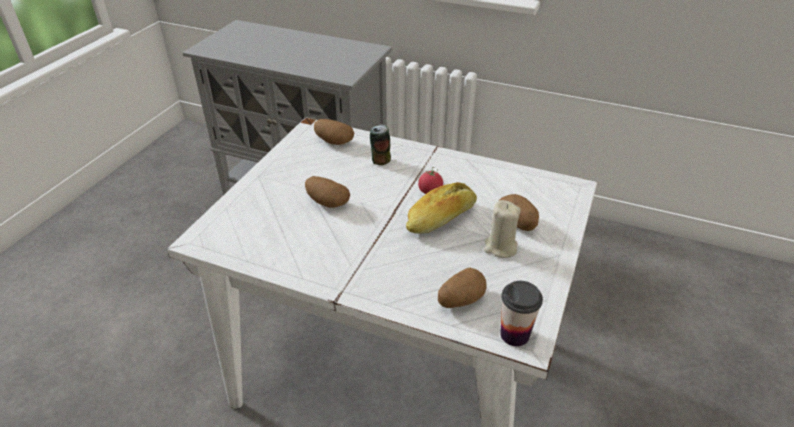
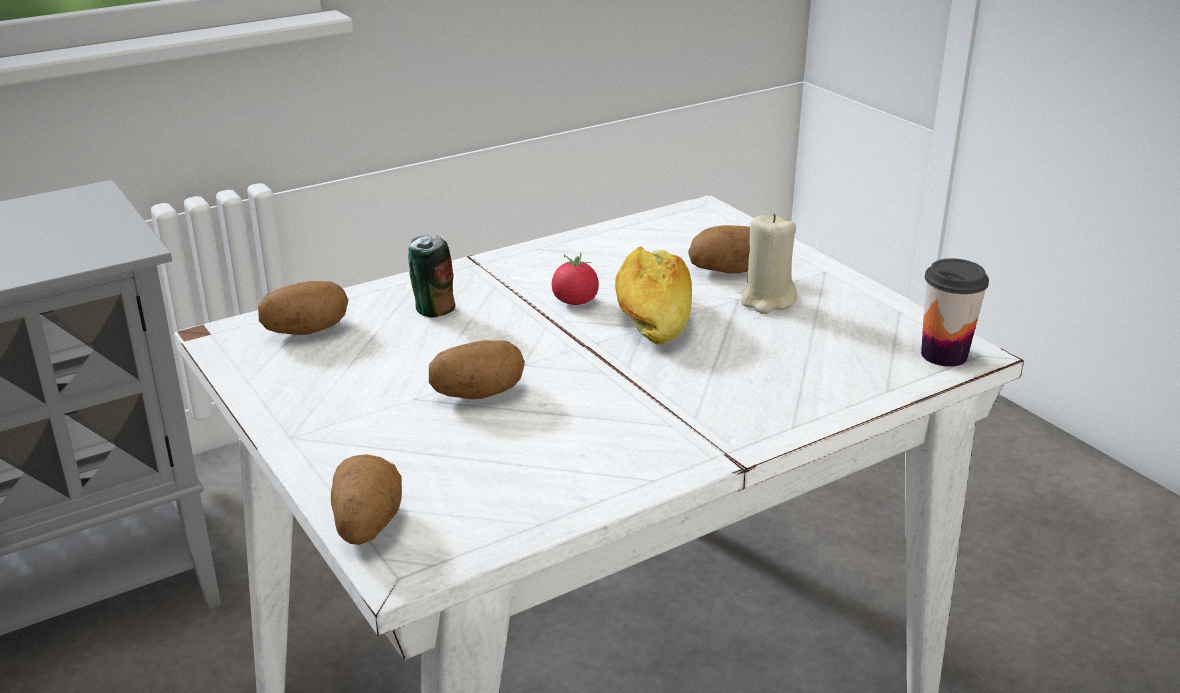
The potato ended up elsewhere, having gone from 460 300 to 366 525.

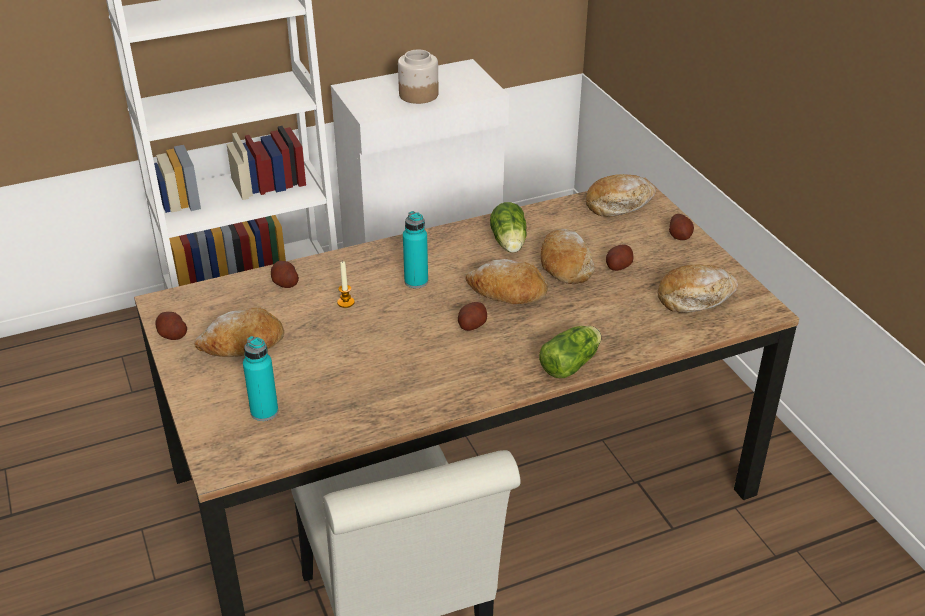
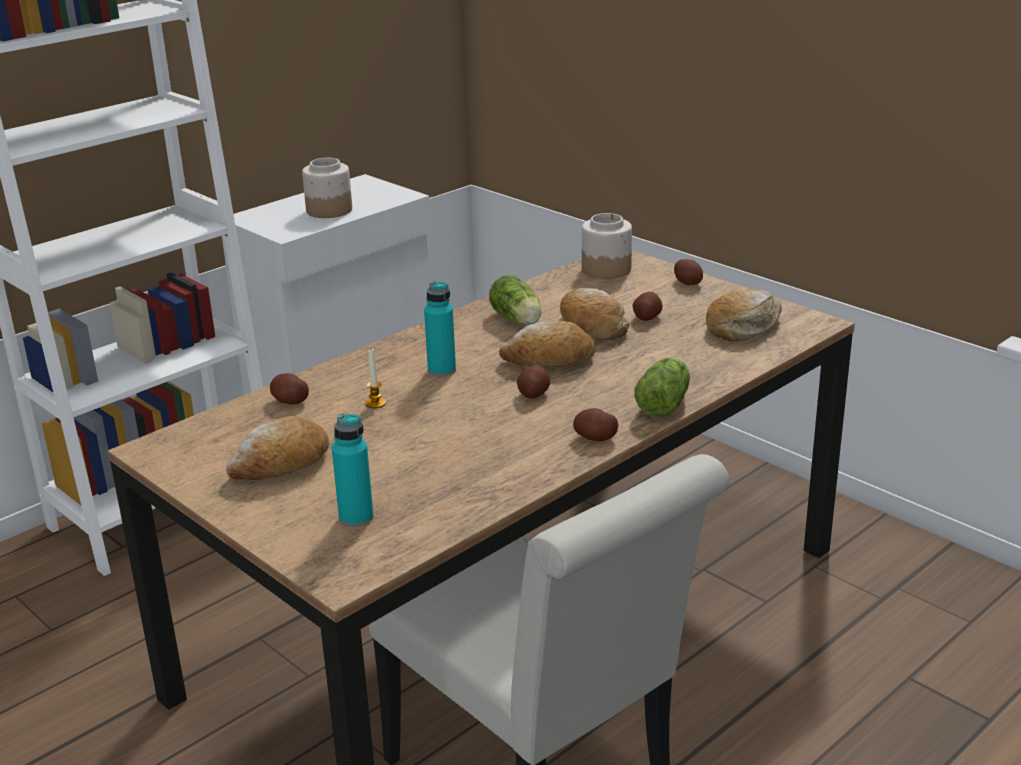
Where the bread stood at 619 204, the jar came to stand at 606 269. The potato ended up elsewhere, having gone from 172 335 to 595 438.

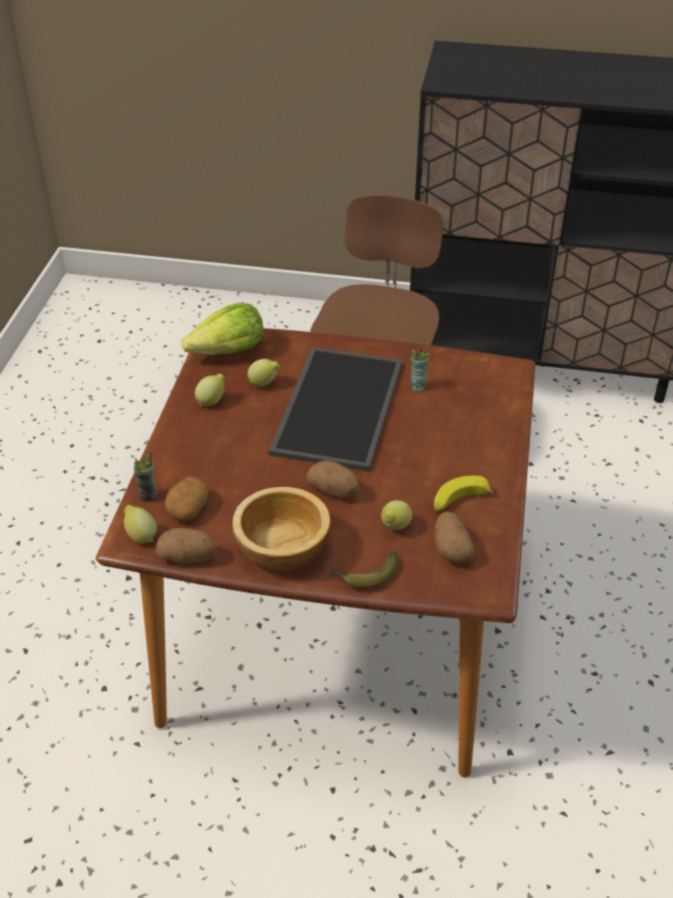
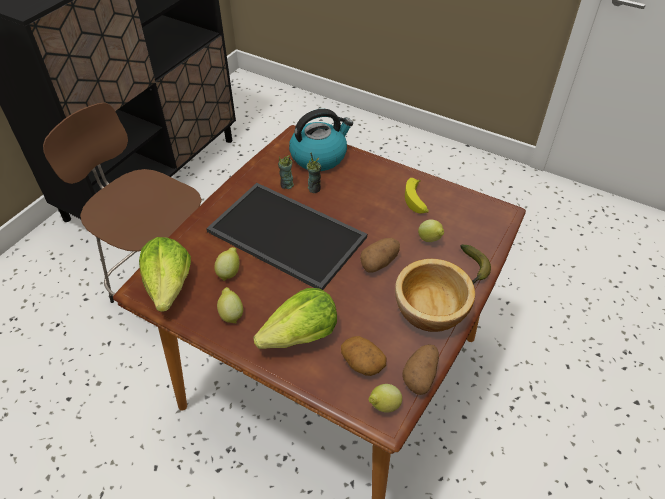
The cup ended up elsewhere, having gone from 148 496 to 314 188. The second view lost the potato at 451 548. The second view gained the kettle at 319 156. The second view gained the lettuce at 301 336.

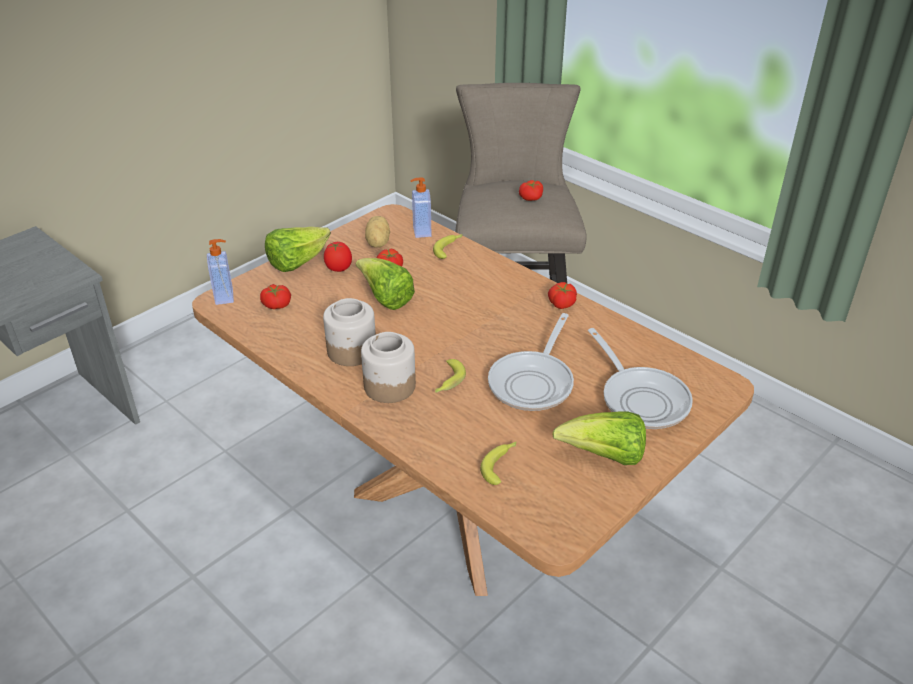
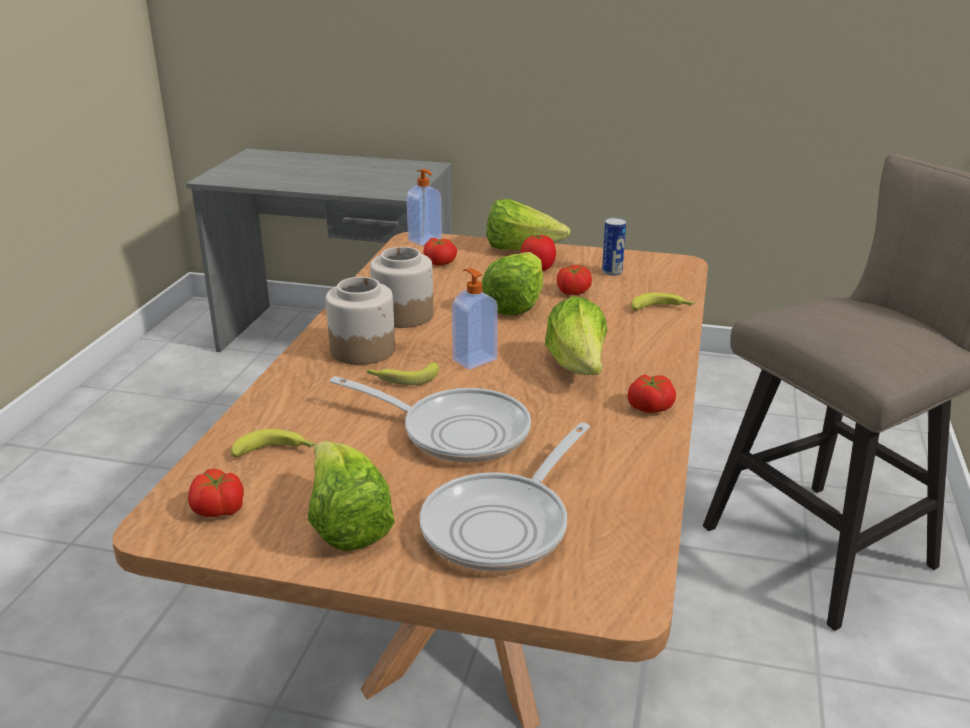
The soap dispenser ended up elsewhere, having gone from 421 231 to 474 359. The tomato ended up elsewhere, having gone from 531 198 to 218 509. Where the potato stood at 377 243, the can came to stand at 612 272. The frying pan at 533 382 ended up facing another way, 150 degrees counterclockwise from before. The second view gained the lettuce at 578 368.

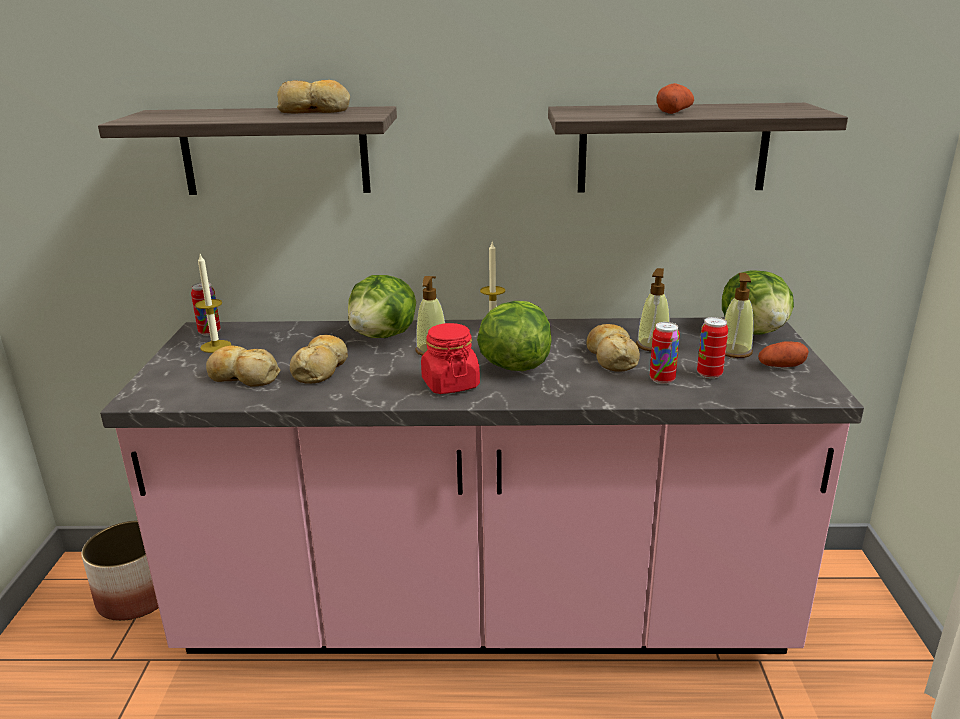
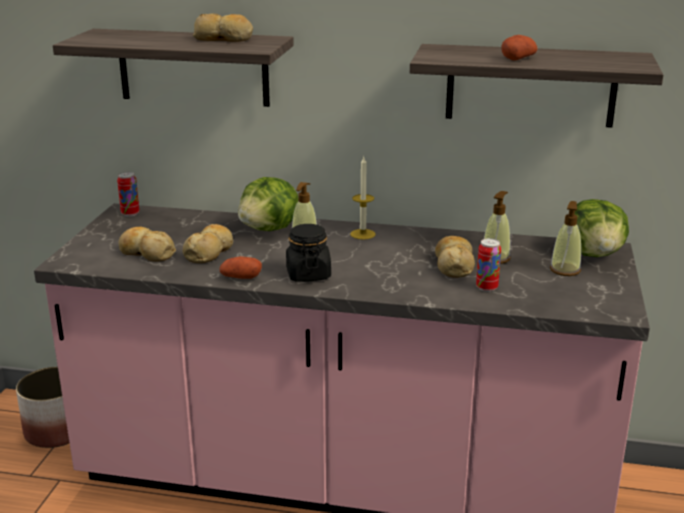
The second view lost the candle at 216 346. The second view lost the lettuce at 513 366. The second view lost the can at 709 374. What was the red jar at 450 384 turned into the black jar at 308 274. The potato ended up elsewhere, having gone from 781 366 to 240 277.

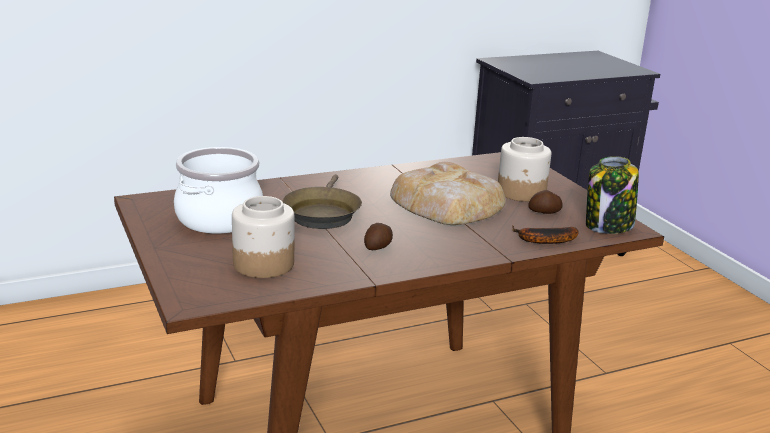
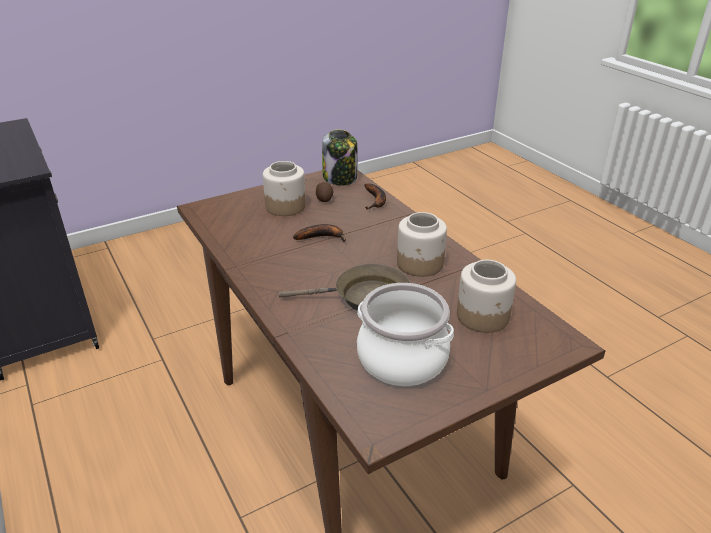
Where the bread stood at 447 205, the banana came to stand at 322 237. Where the potato stood at 379 247, the jar came to stand at 420 264.

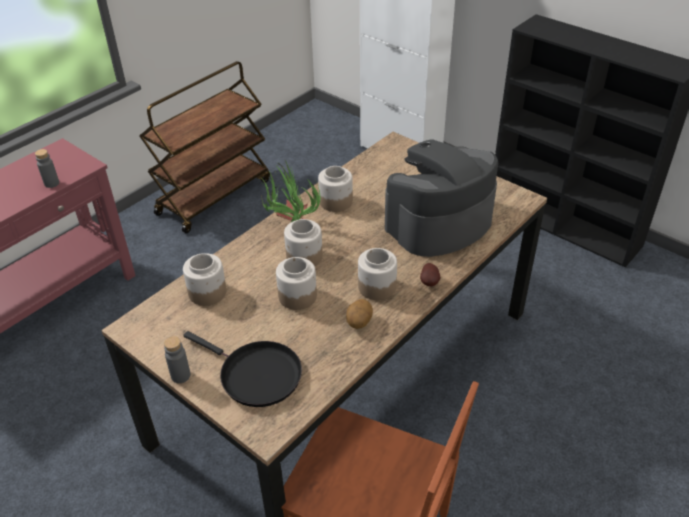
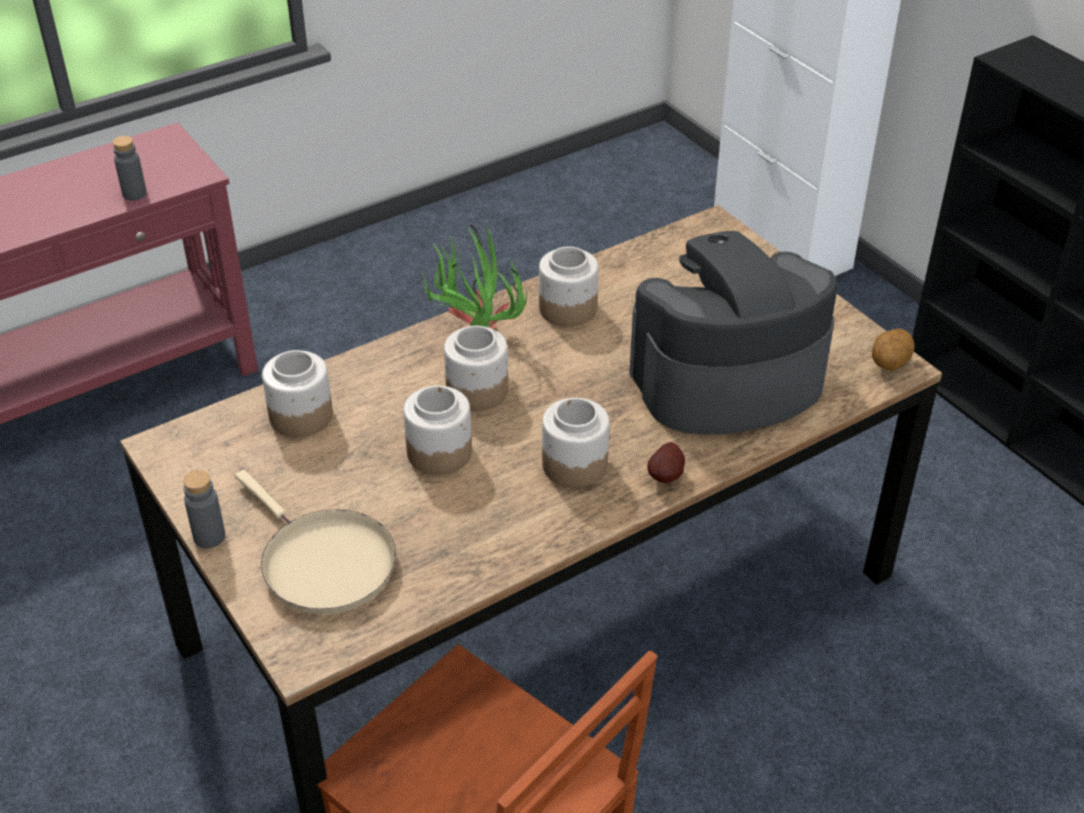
The second view lost the brown cart at 214 196. The potato ended up elsewhere, having gone from 359 322 to 889 364. What was the black frying pan at 256 375 turned into the beige frying pan at 323 563.

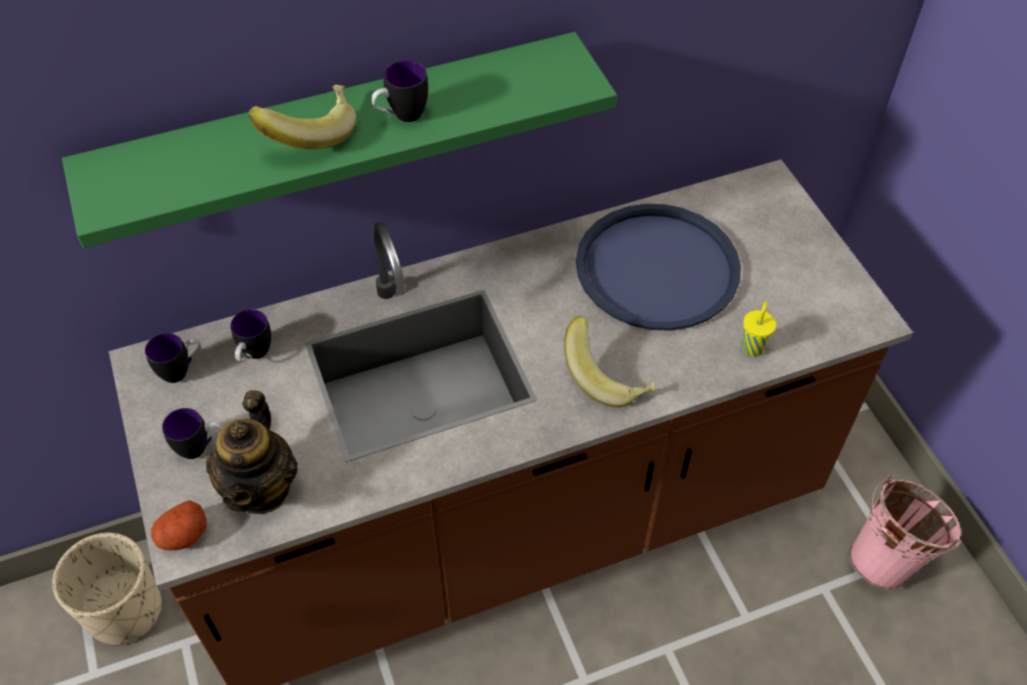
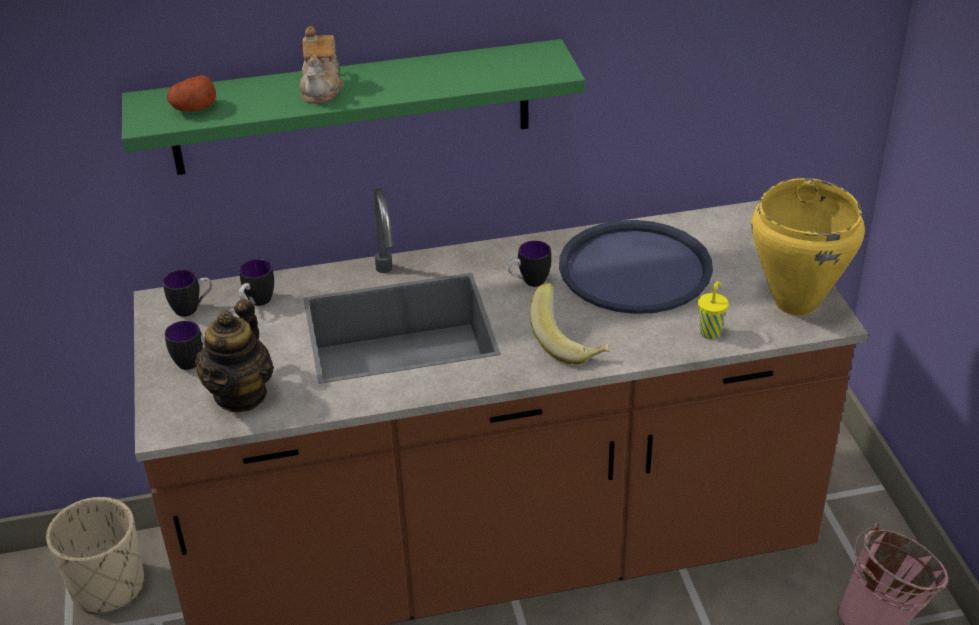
The mug ended up elsewhere, having gone from 401 116 to 529 282. Where the banana stood at 310 133, the teapot came to stand at 322 88. The potato ended up elsewhere, having gone from 183 535 to 194 108. The second view gained the yellow cooking pot at 795 303.

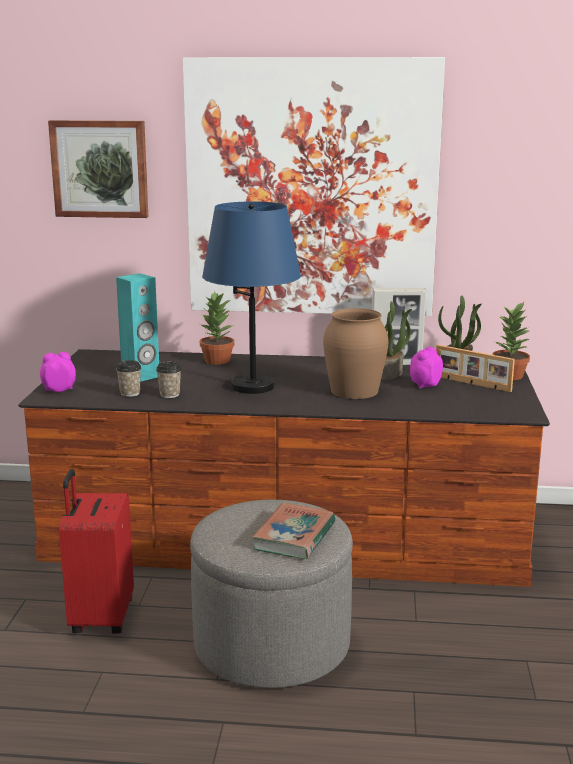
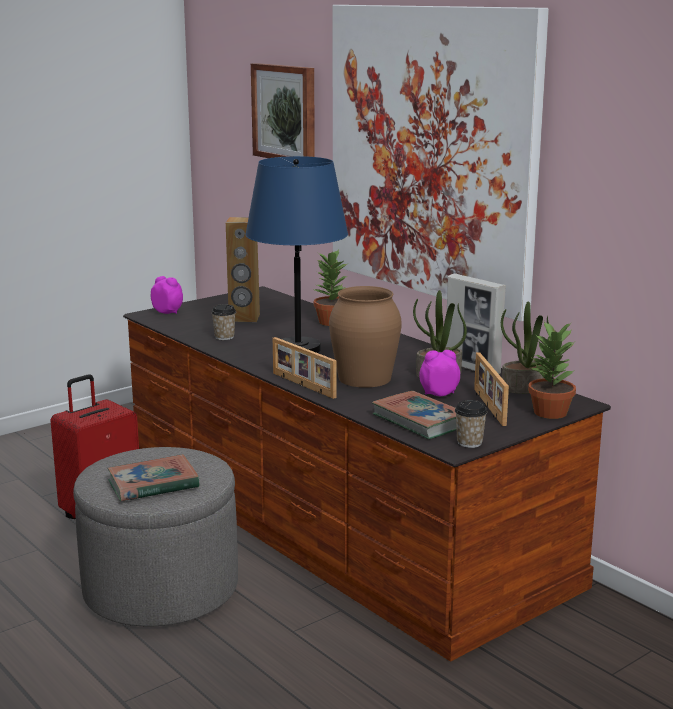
What was the turquoise speaker at 141 376 turned into the brown speaker at 244 318. The cup ended up elsewhere, having gone from 130 393 to 469 443. The second view gained the picture frame at 302 385. The second view gained the book at 420 420.

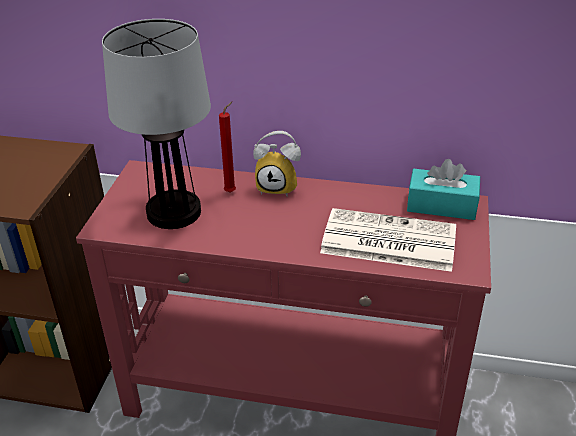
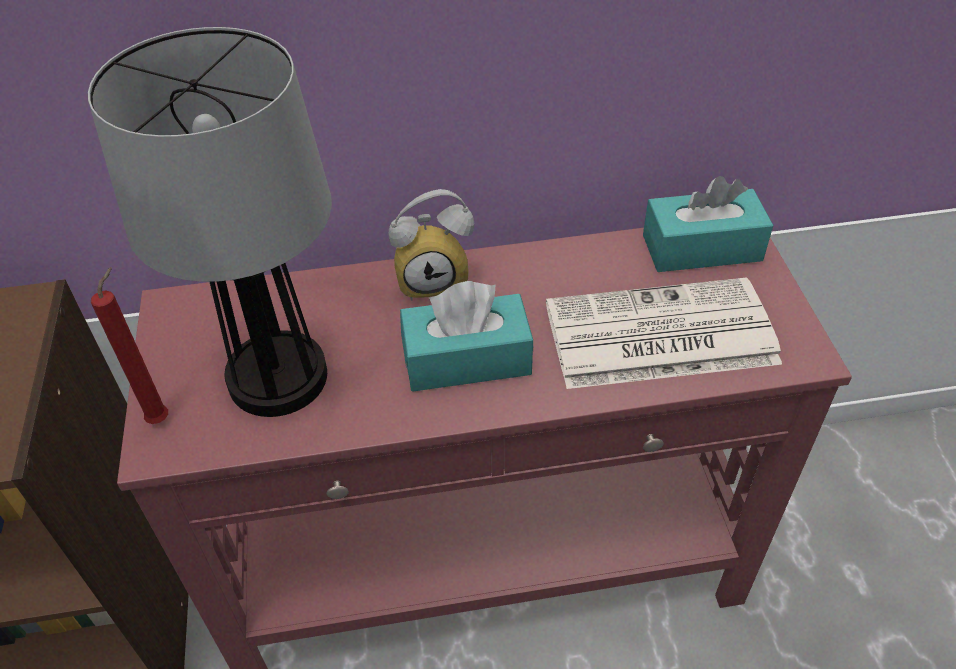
The red candle ended up elsewhere, having gone from 231 191 to 162 417. The second view gained the turquoise tissue box at 467 359.

